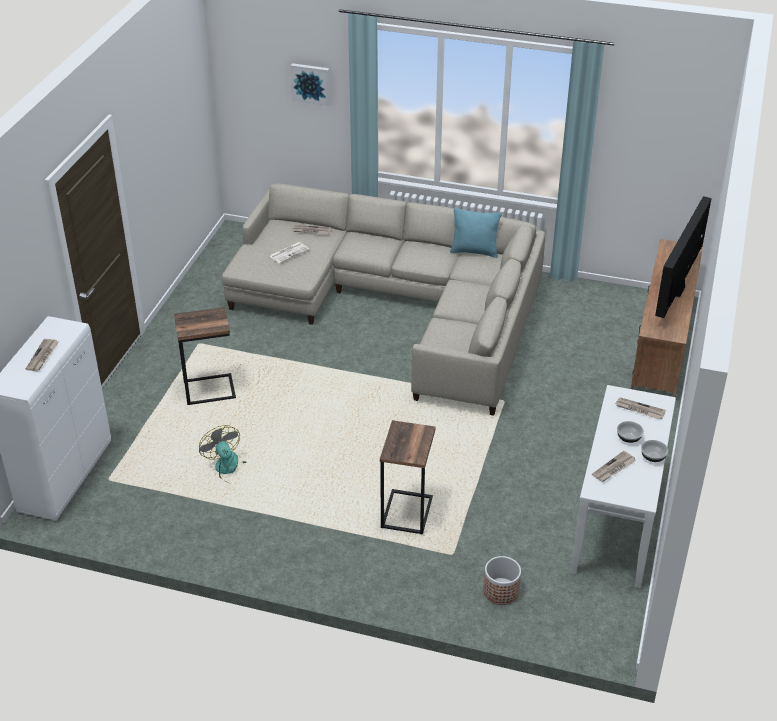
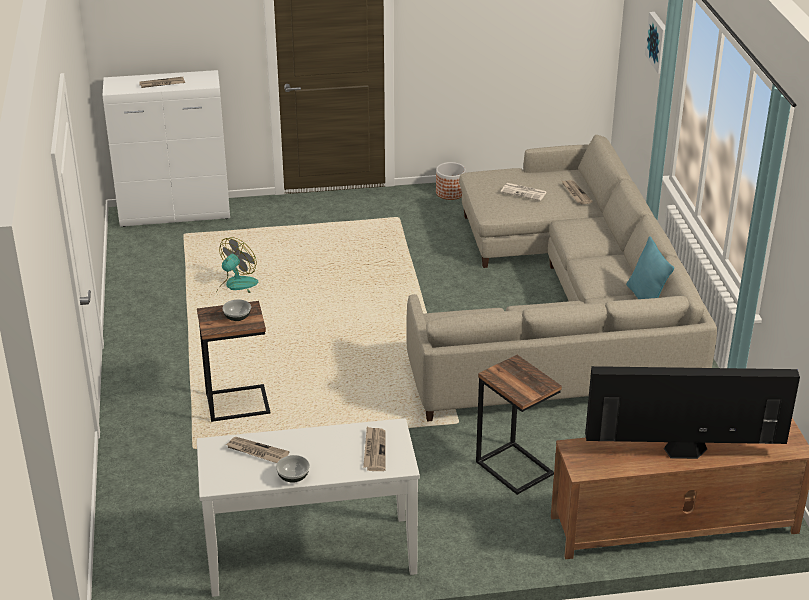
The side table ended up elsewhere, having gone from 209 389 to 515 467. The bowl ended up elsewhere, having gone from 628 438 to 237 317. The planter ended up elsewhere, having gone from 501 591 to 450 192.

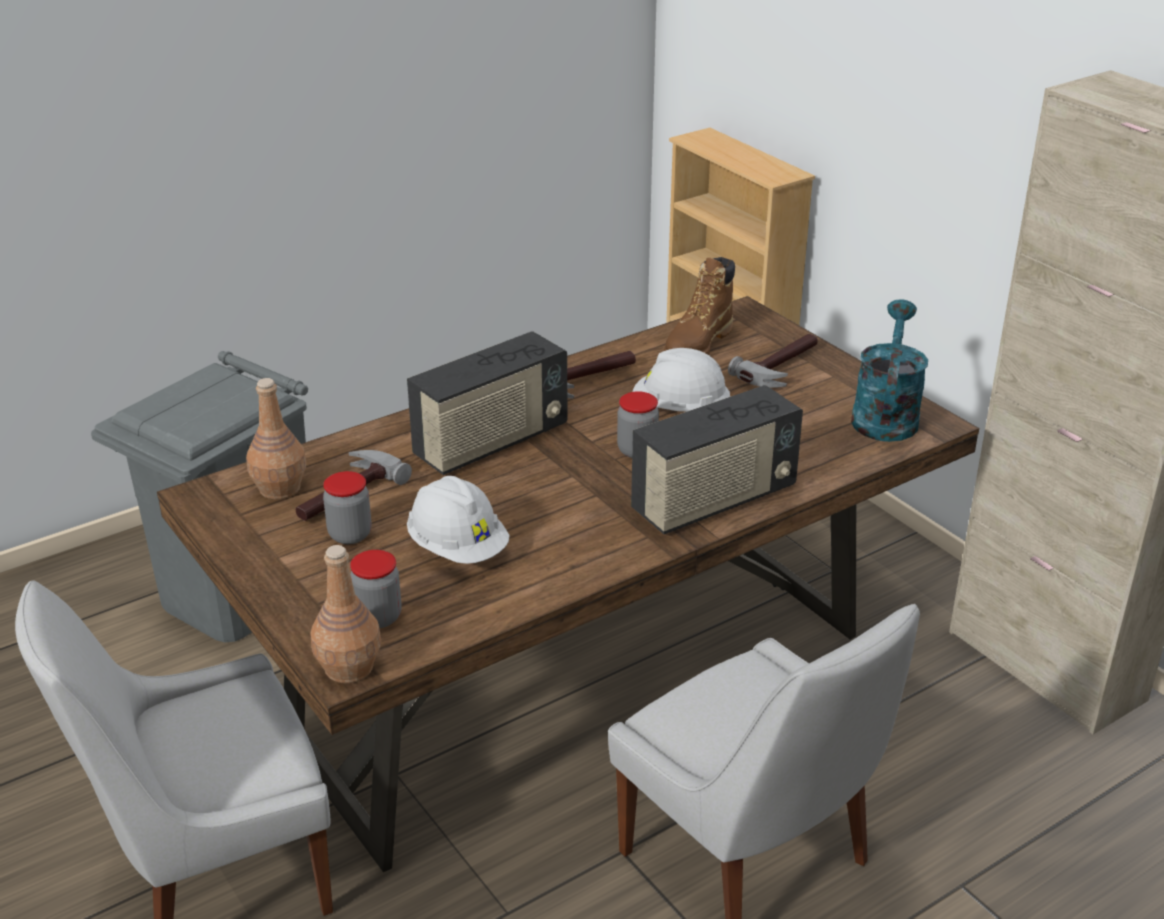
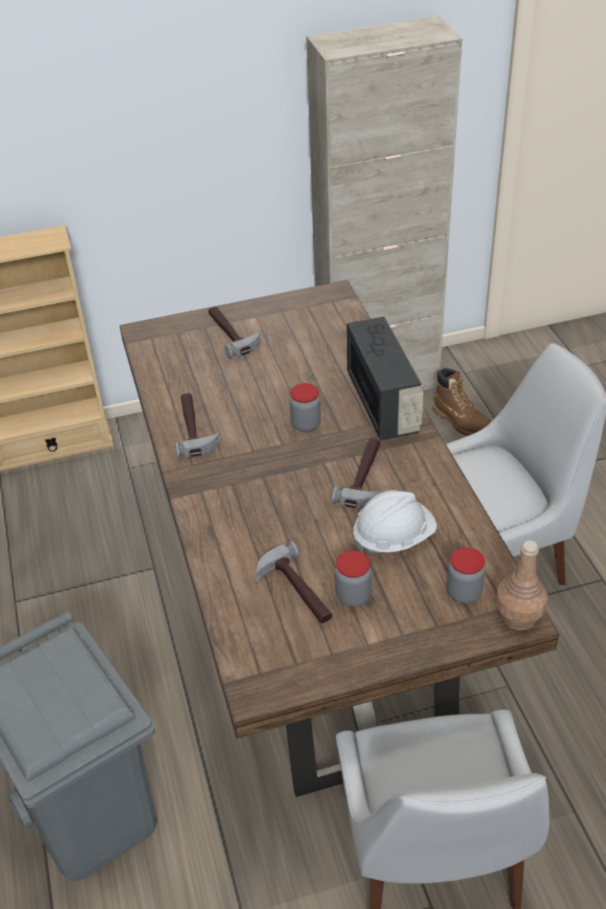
The brown boot ended up elsewhere, having gone from 698 345 to 461 422. The second view lost the turquoise watering can at 885 415. The second view lost the radio at 491 443. The second view lost the white hard hat at 680 410. The second view lost the brown bottle at 280 489. The second view gained the hammer at 367 479.

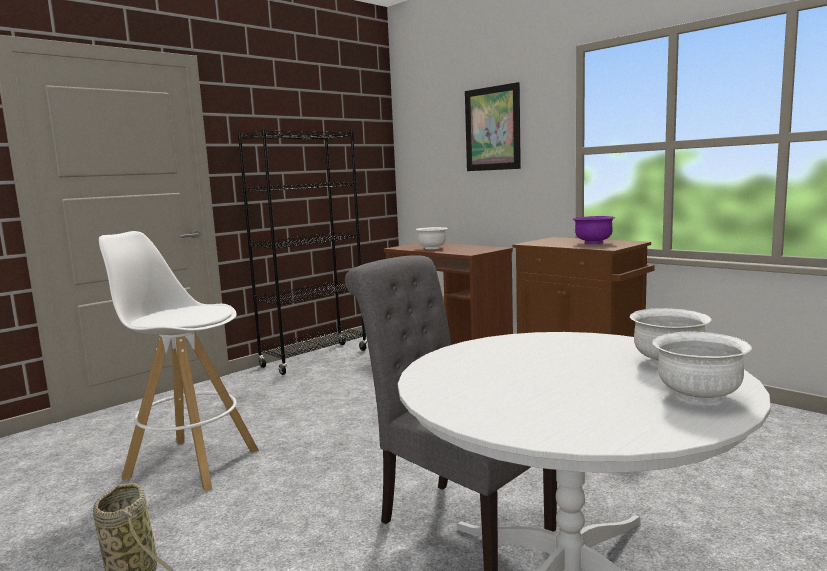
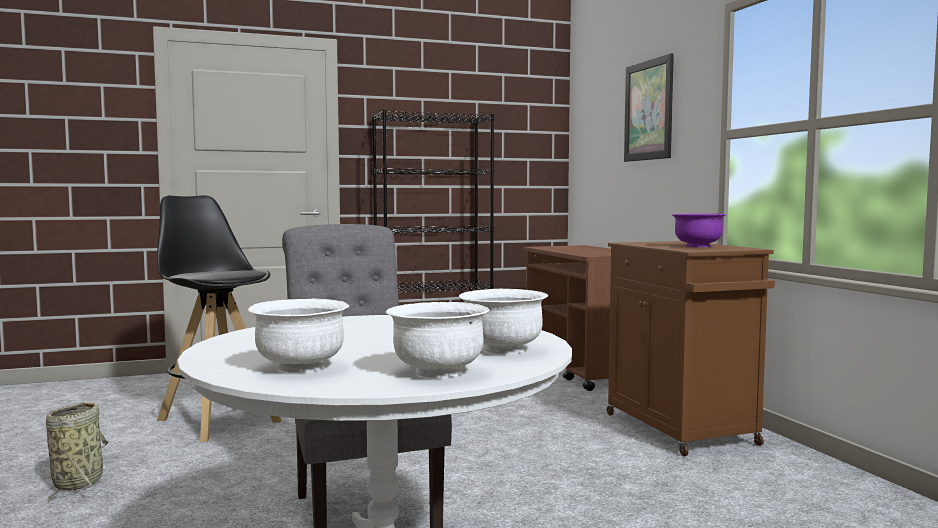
The white bowl ended up elsewhere, having gone from 432 248 to 300 367. What was the white stool at 191 463 turned into the black stool at 218 420.

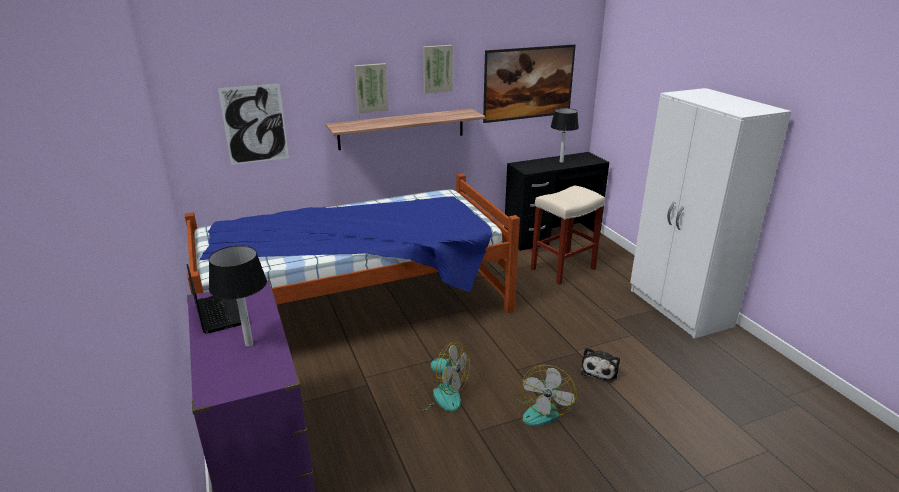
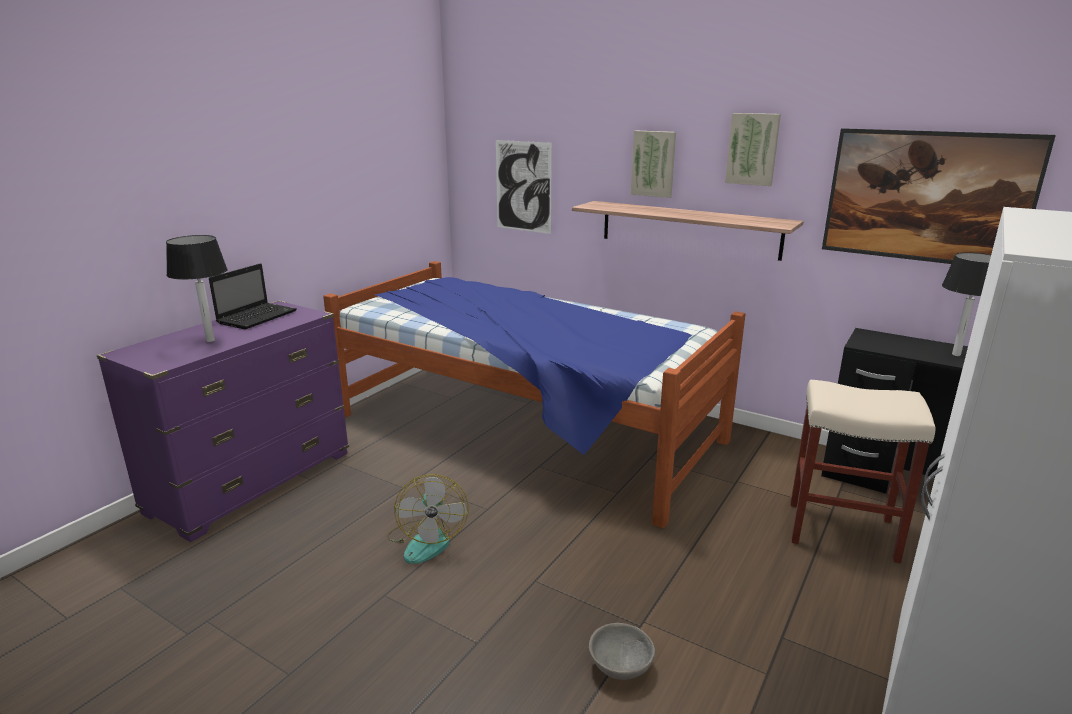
Where the plush toy stood at 600 370, the grey bowl came to stand at 621 666. The second view lost the fan at 543 409.

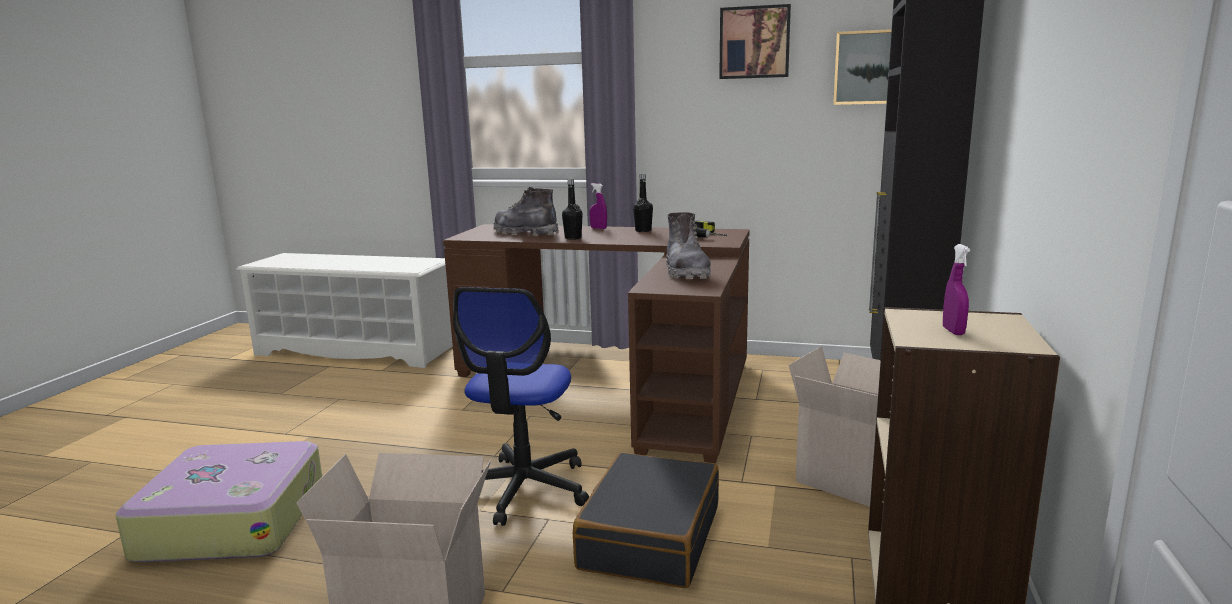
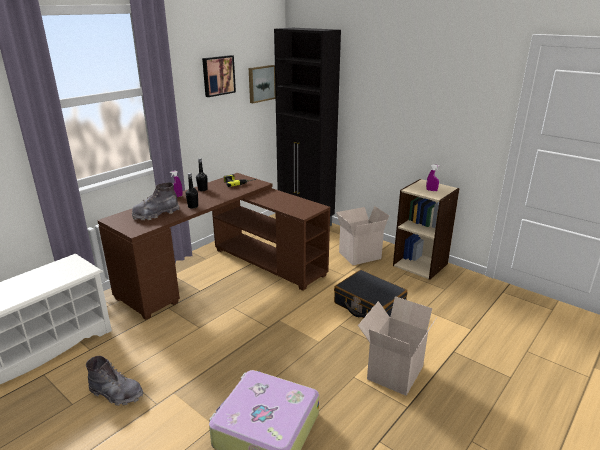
The grey boot ended up elsewhere, having gone from 686 273 to 116 393. The second view lost the office chair at 523 489.

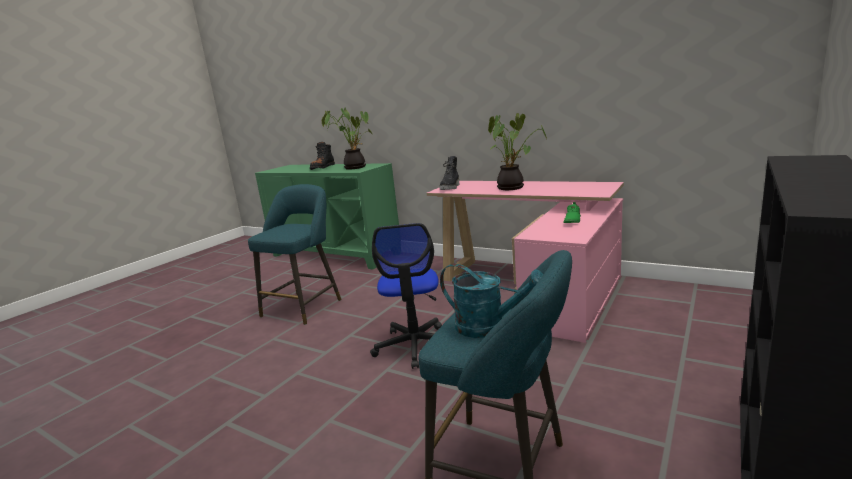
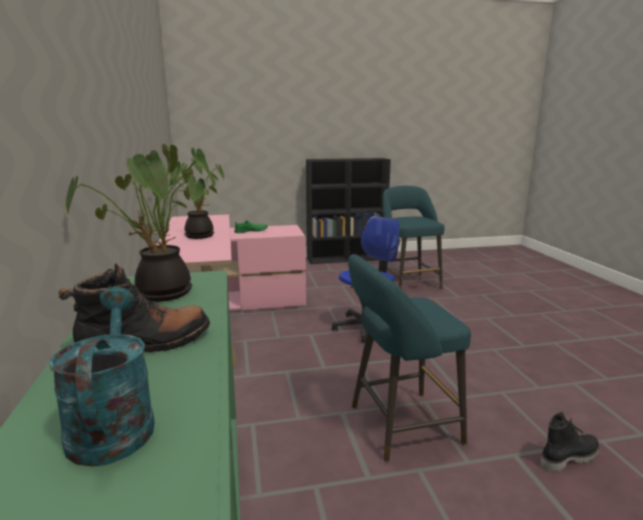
The black boot ended up elsewhere, having gone from 450 188 to 568 457. The turquoise watering can ended up elsewhere, having gone from 489 327 to 113 422.

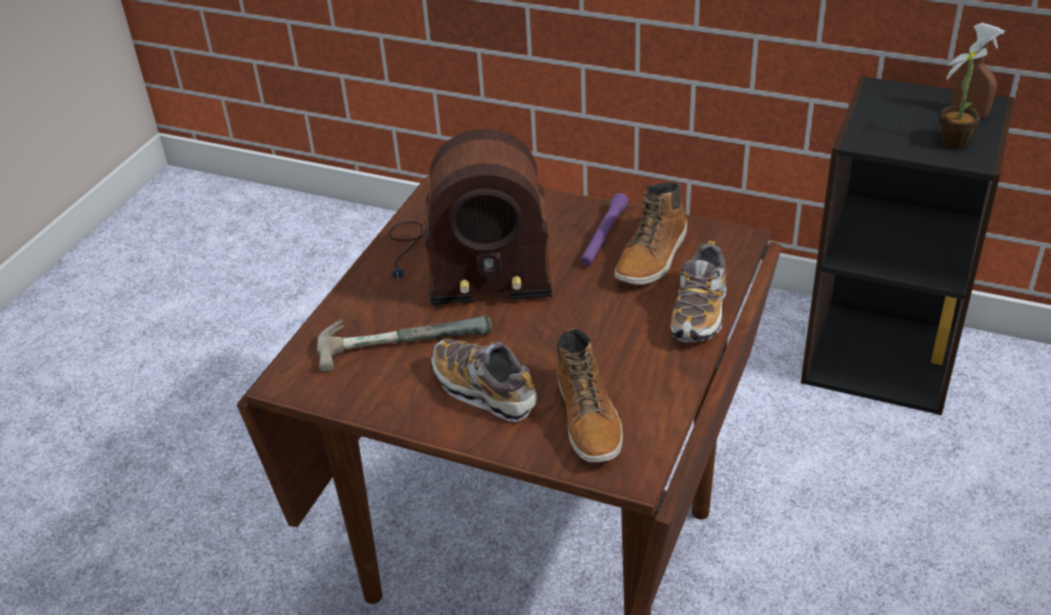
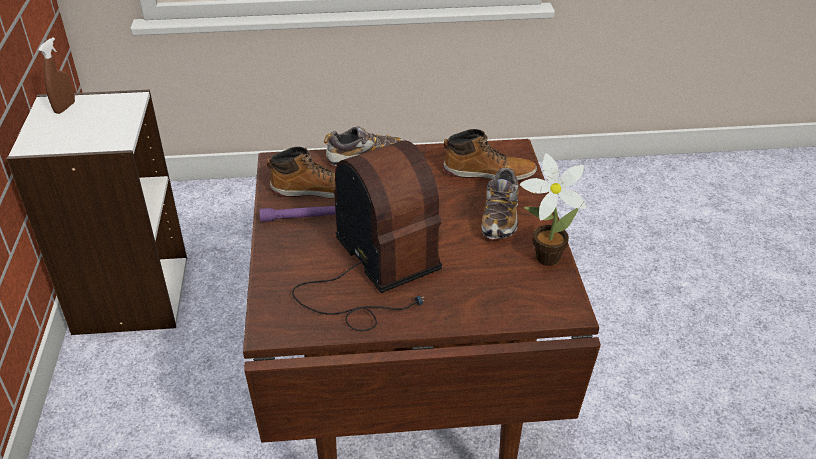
The potted plant ended up elsewhere, having gone from 957 140 to 543 257. What was the black bookcase at 881 355 turned into the white bookcase at 130 295. The second view lost the hammer at 402 336. The boot at 589 418 ended up facing another way, 45 degrees clockwise from before.

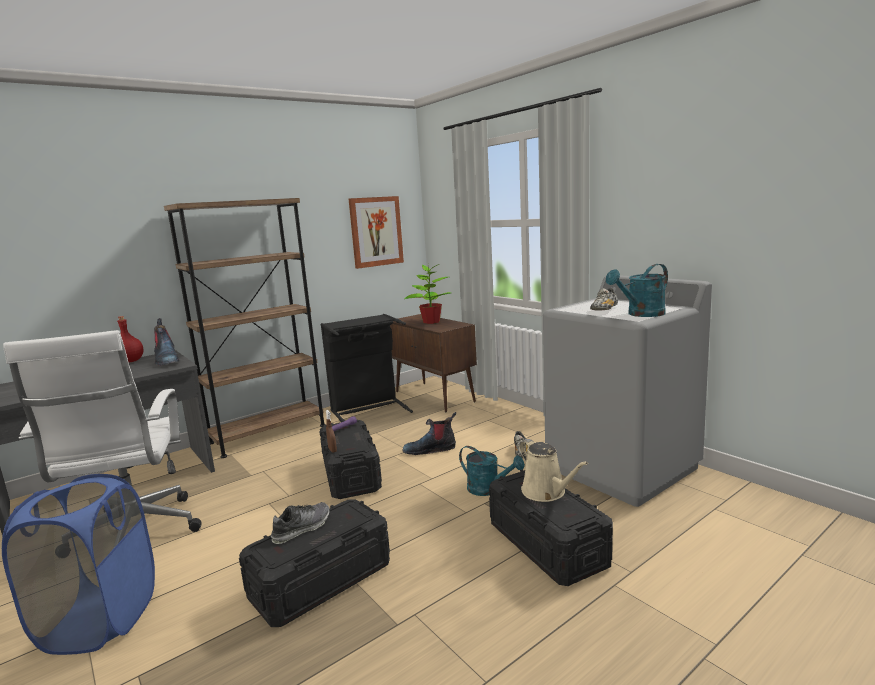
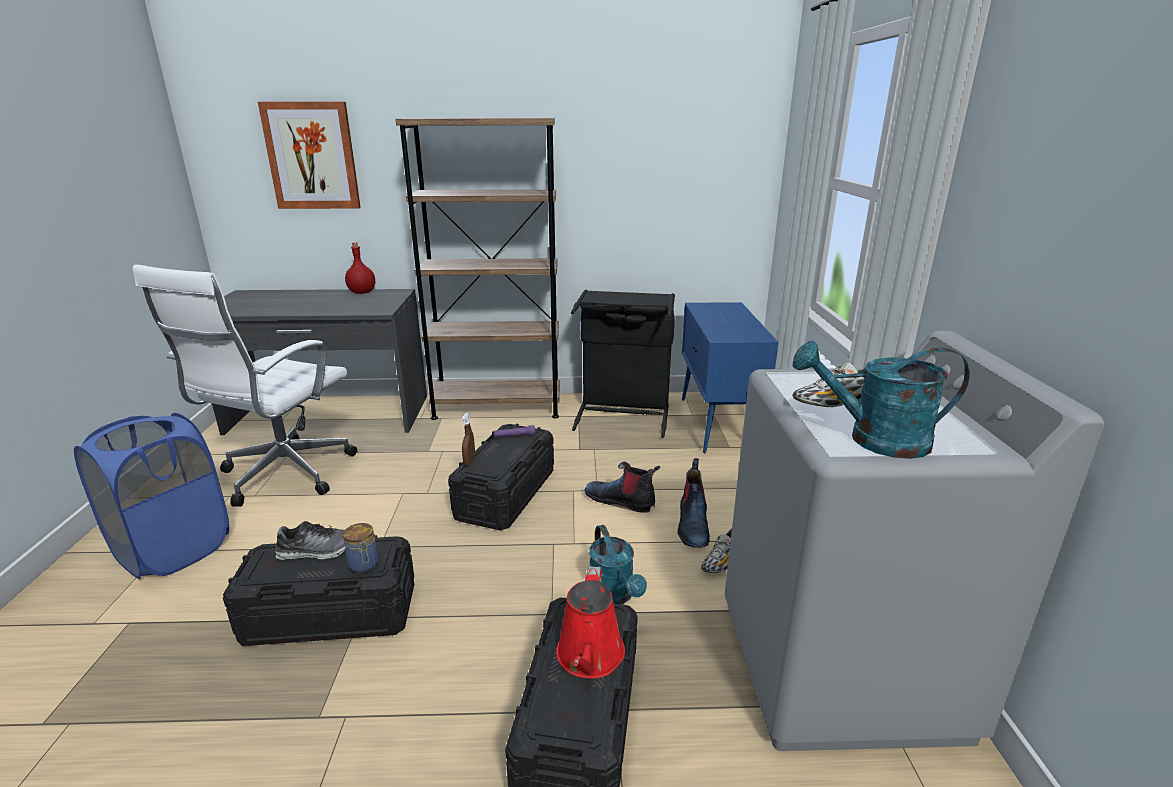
The picture ended up elsewhere, having gone from 376 231 to 312 156. The second view lost the potted plant at 431 321. What was the brown cabinet at 435 397 turned into the blue cabinet at 718 424. The boot ended up elsewhere, having gone from 166 360 to 692 525. What was the beige watering can at 546 492 turned into the red watering can at 589 657. The second view gained the jar at 364 565.

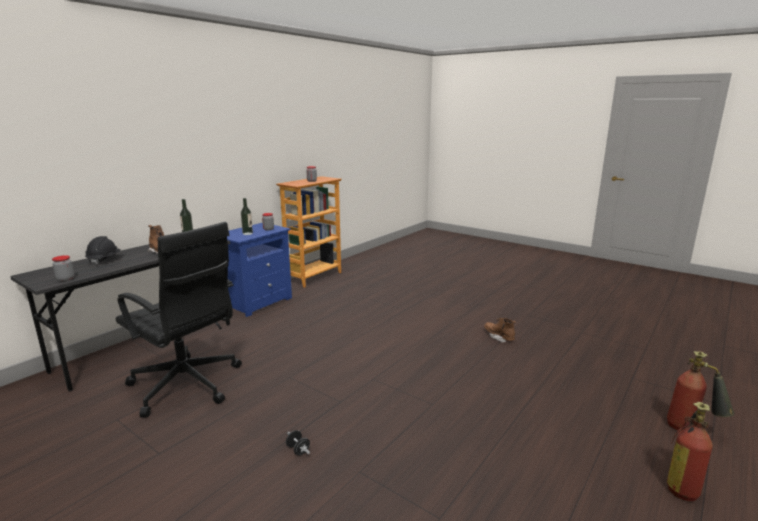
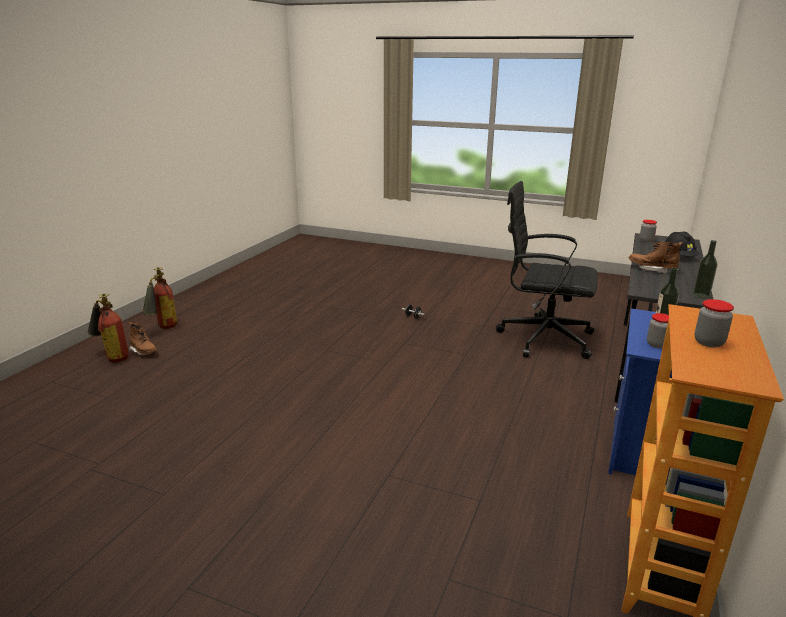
The brown boot ended up elsewhere, having gone from 499 337 to 144 351.

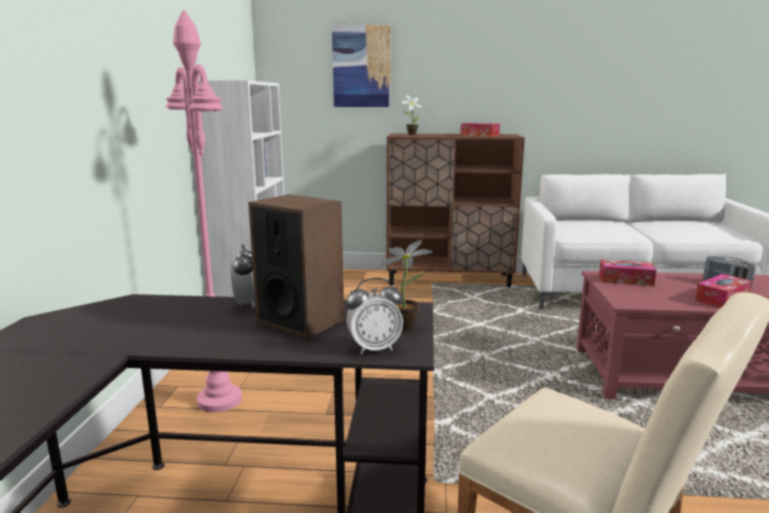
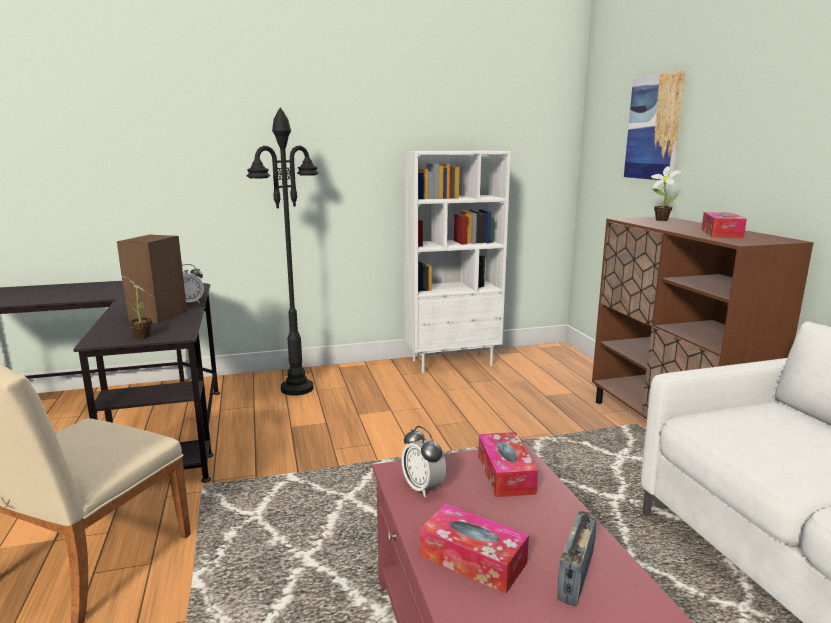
What was the pink floor lamp at 220 400 turned into the black floor lamp at 297 389. The alarm clock ended up elsewhere, having gone from 374 348 to 423 488.

